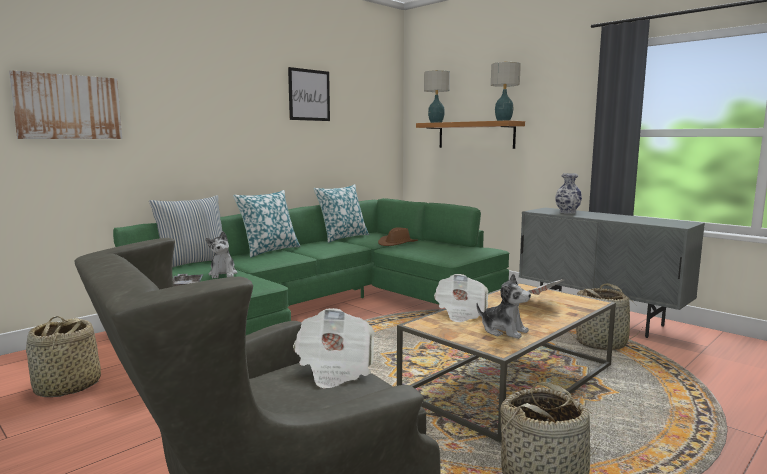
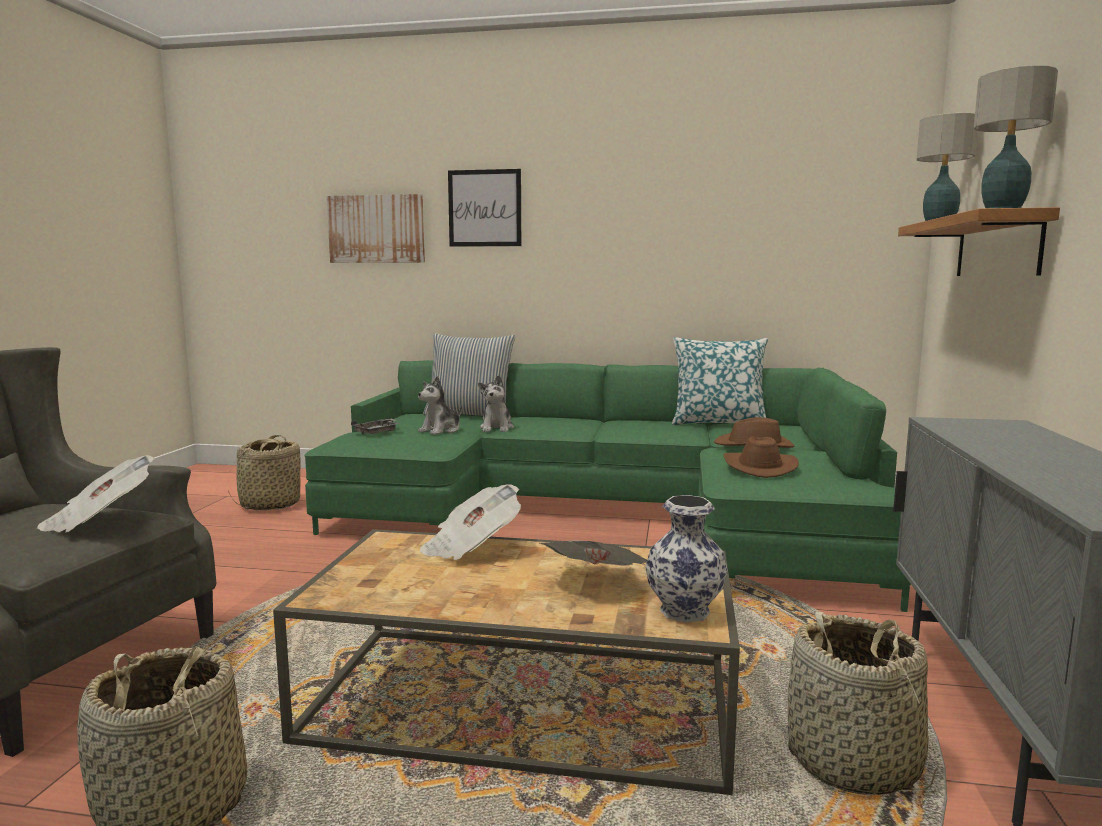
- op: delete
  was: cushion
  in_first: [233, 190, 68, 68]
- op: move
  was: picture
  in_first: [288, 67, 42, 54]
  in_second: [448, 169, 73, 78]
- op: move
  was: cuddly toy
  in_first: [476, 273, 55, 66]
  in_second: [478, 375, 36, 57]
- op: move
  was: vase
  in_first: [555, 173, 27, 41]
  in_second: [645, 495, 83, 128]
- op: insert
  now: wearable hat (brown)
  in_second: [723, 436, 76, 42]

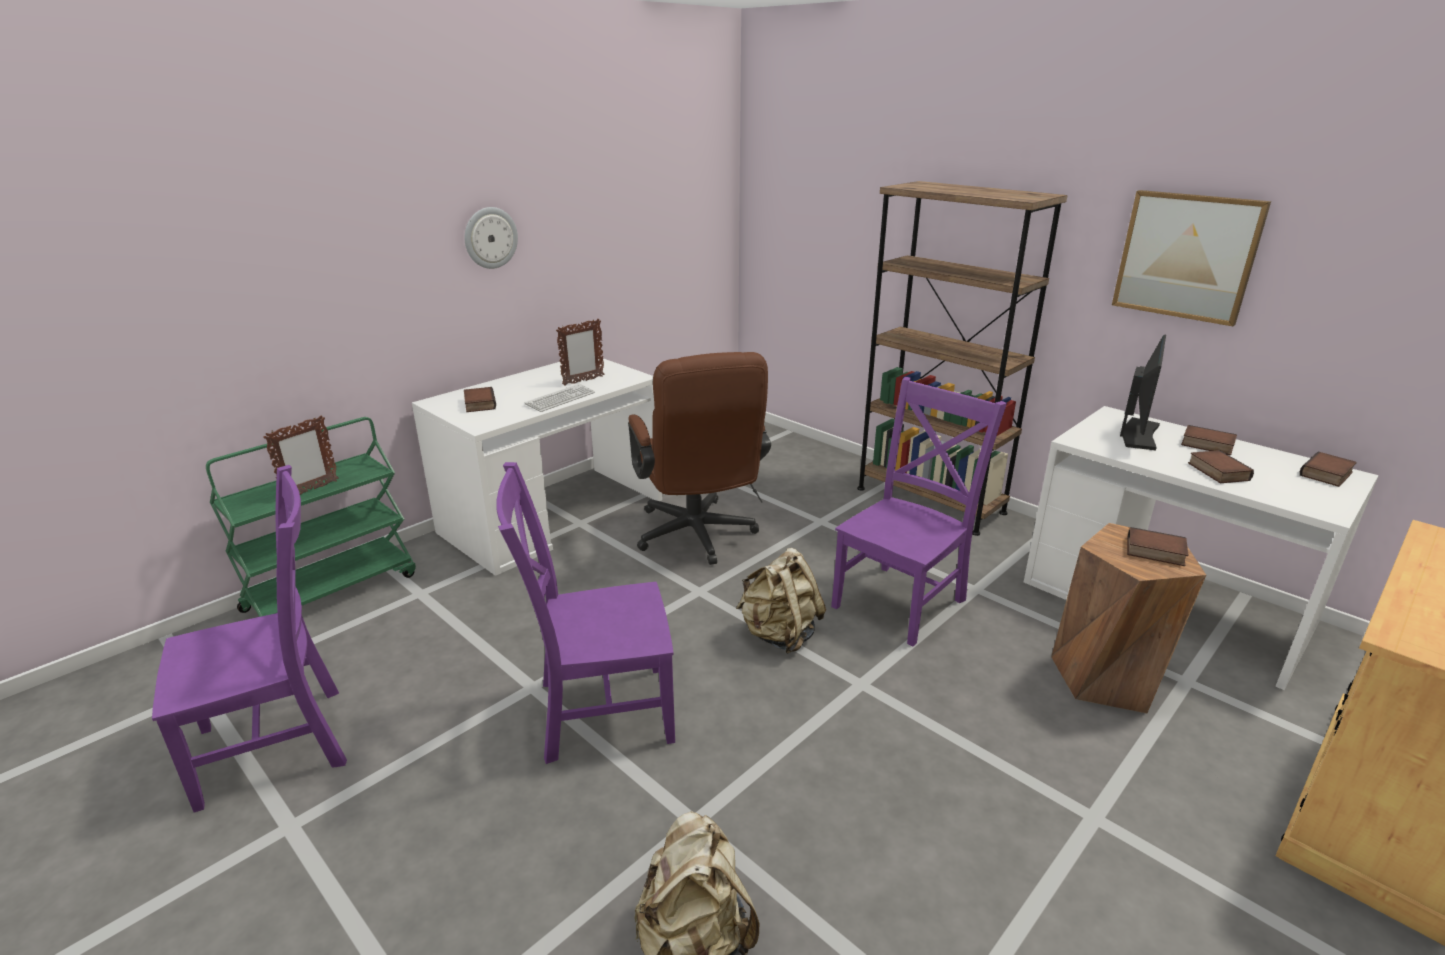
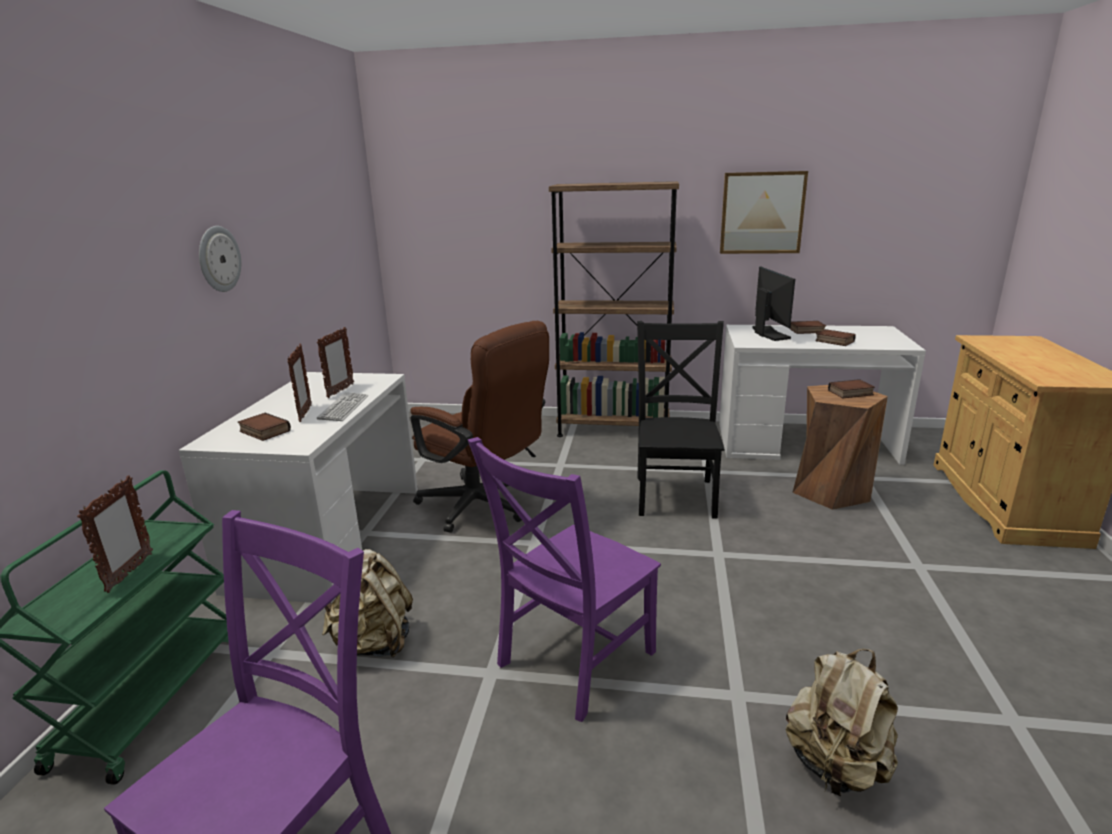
- op: move
  was: backpack (beige)
  in_first: [736, 548, 90, 106]
  in_second: [322, 549, 91, 109]
- op: recolor
  was: upright chair (purplish)
  now: upright chair (black)
  in_first: [831, 377, 176, 269]
  in_second: [637, 321, 87, 198]
- op: delete
  was: volume
  in_first: [1300, 452, 57, 35]
- op: insert
  now: photo frame
  in_second: [287, 343, 25, 79]

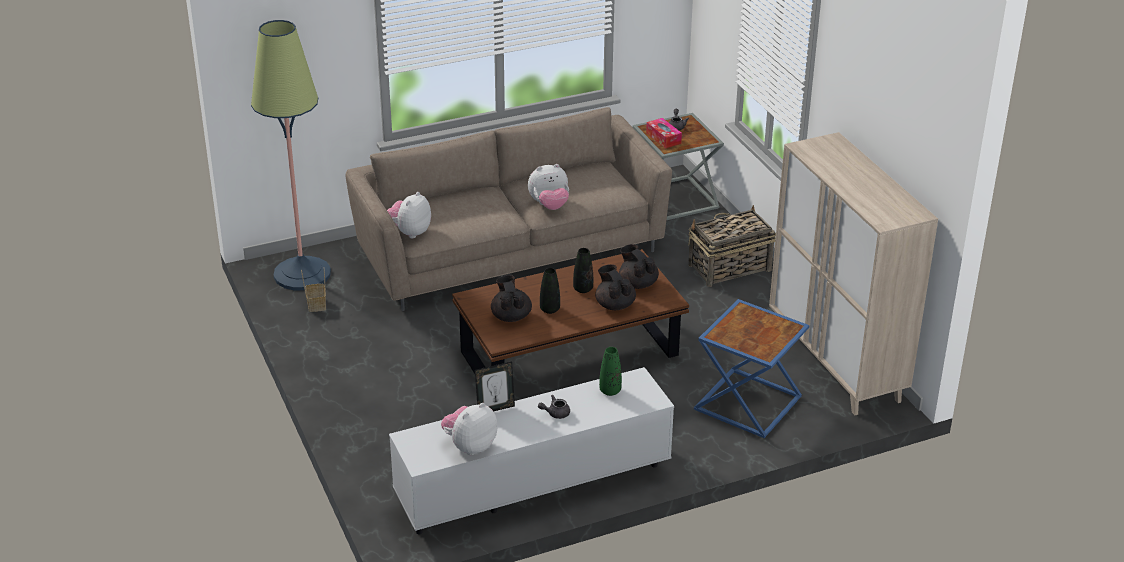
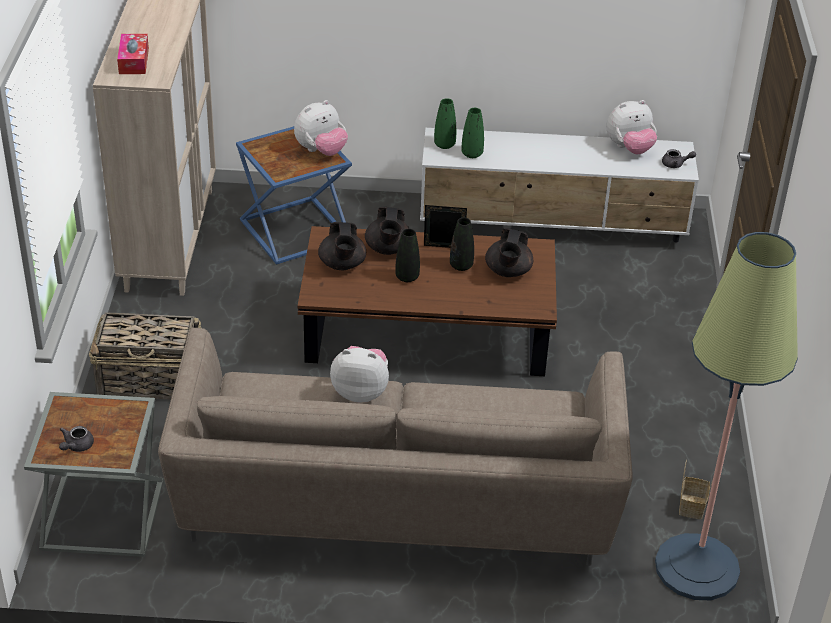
- op: move
  was: cuddly toy
  in_first: [387, 192, 44, 46]
  in_second: [294, 100, 54, 56]
- op: move
  was: photo frame
  in_first: [475, 361, 40, 50]
  in_second: [424, 205, 43, 43]
- op: move
  was: pot for tea (grey)
  in_first: [538, 395, 32, 24]
  in_second: [662, 149, 34, 19]
- op: move
  was: tissue holder
  in_first: [646, 118, 36, 30]
  in_second: [117, 34, 32, 40]
- op: insert
  now: vase (green)
  in_second: [434, 98, 22, 51]

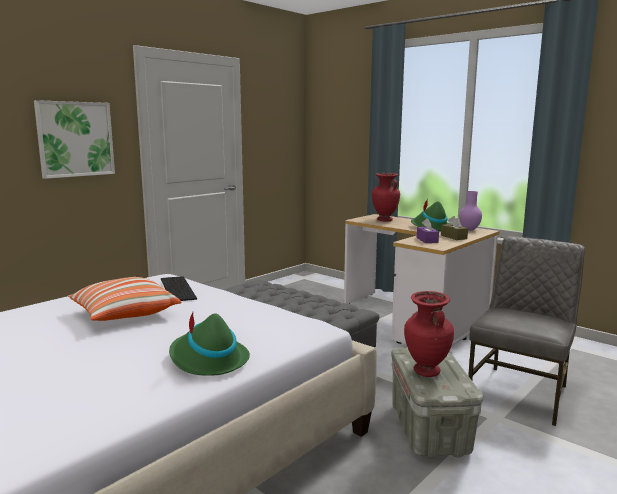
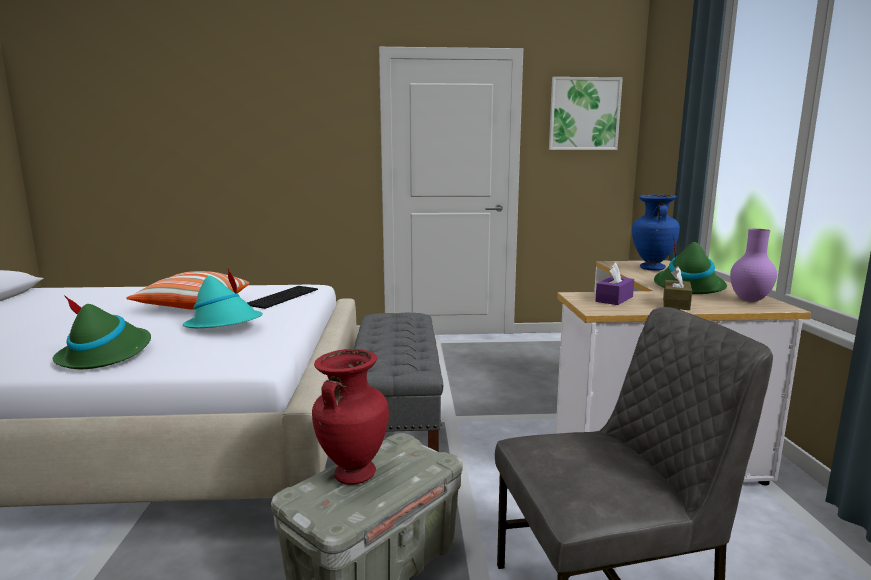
- op: move
  was: picture
  in_first: [34, 100, 81, 79]
  in_second: [549, 77, 74, 73]
- op: recolor
  was: vase (red-coloured)
  now: vase (blue)
  in_first: [372, 173, 28, 49]
  in_second: [632, 195, 48, 76]
- op: insert
  now: wearable hat (blue-green)
  in_second: [183, 267, 80, 61]

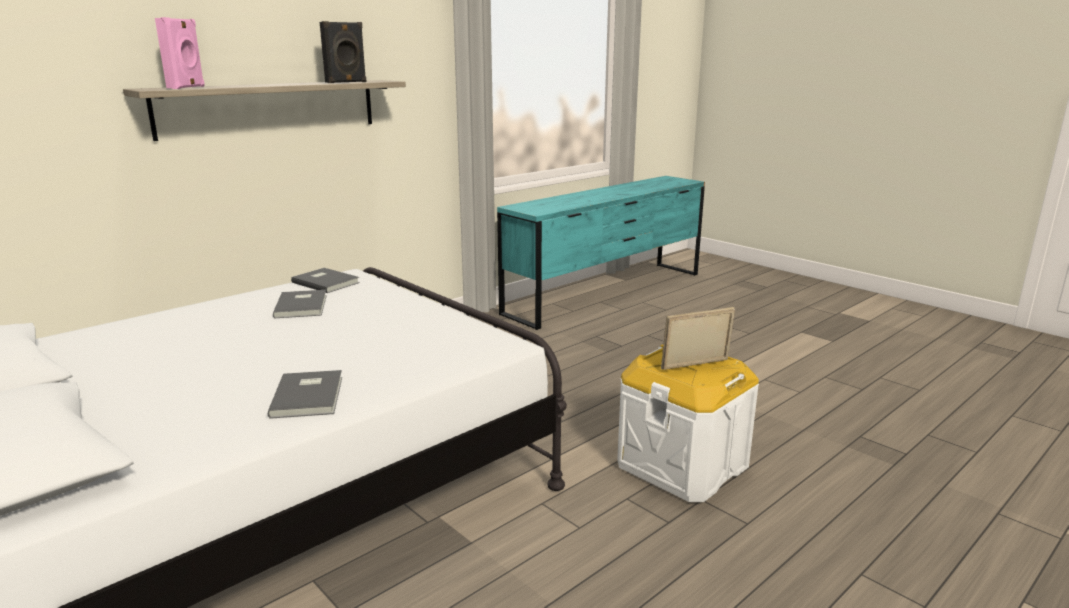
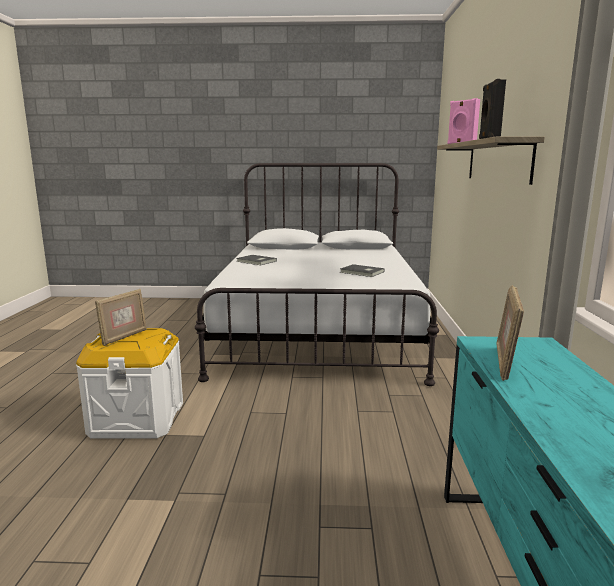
- op: delete
  was: volume (grey)
  in_first: [291, 268, 69, 25]
- op: insert
  now: photo frame
  in_second: [496, 285, 28, 96]

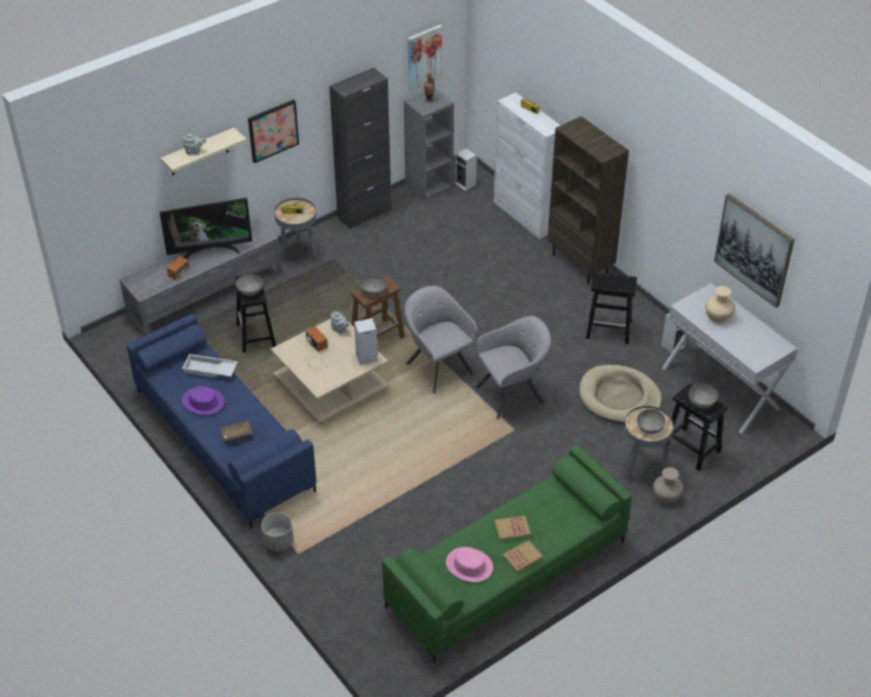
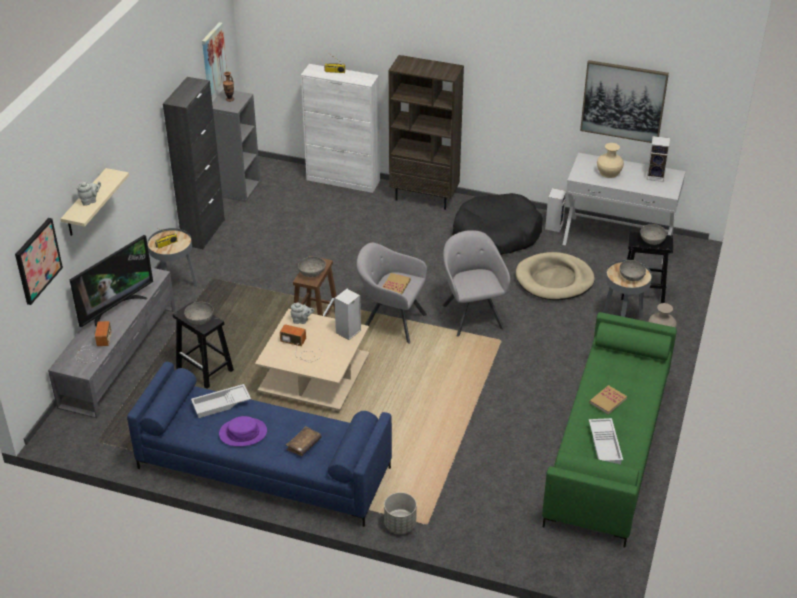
- op: move
  was: picture
  in_first: [248, 99, 51, 64]
  in_second: [15, 218, 48, 87]
- op: replace
  was: wearable hat (pinkish)
  now: serving tray (white-coloured)
  in_first: [446, 547, 47, 35]
  in_second: [589, 418, 34, 46]
- op: move
  was: audio speaker
  in_first: [455, 148, 22, 43]
  in_second: [647, 136, 23, 46]
- op: rotate
  was: lounge chair (grey)
  in_first: [475, 316, 76, 103]
  in_second: [442, 230, 68, 107]
  clockwise: -45
- op: move
  was: volume
  in_first: [502, 540, 41, 33]
  in_second: [382, 273, 29, 21]
- op: replace
  was: stool seat (black)
  now: pet bed (black)
  in_first: [586, 272, 51, 72]
  in_second: [452, 193, 91, 62]

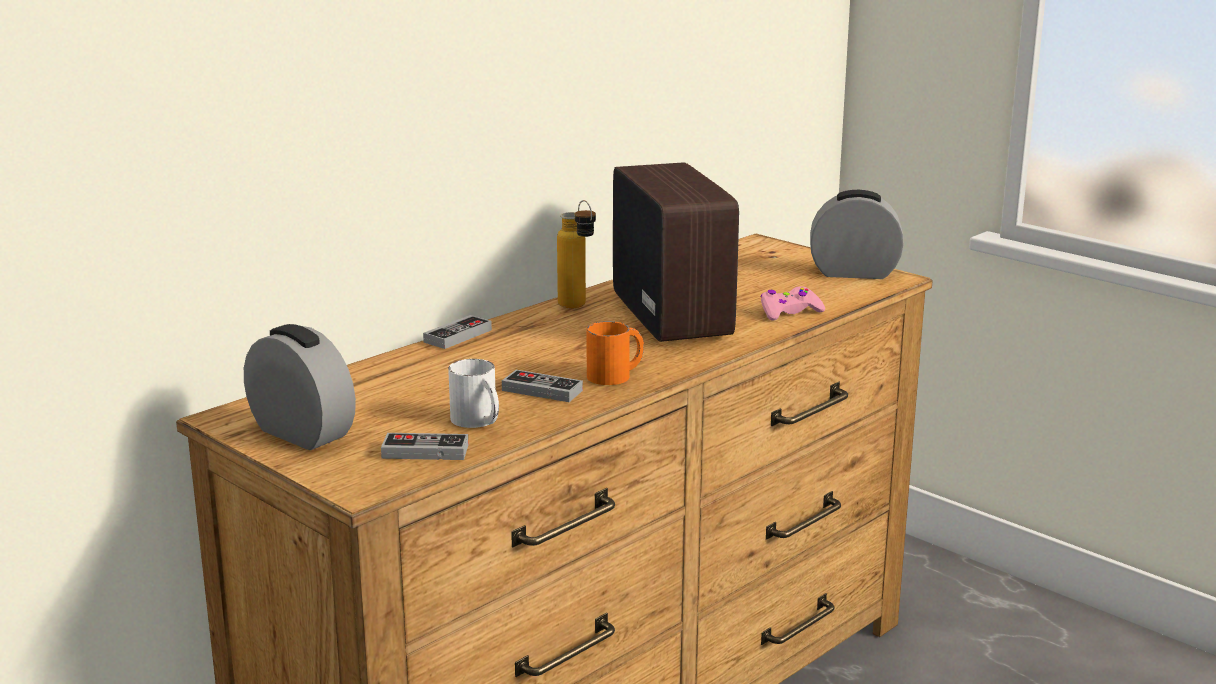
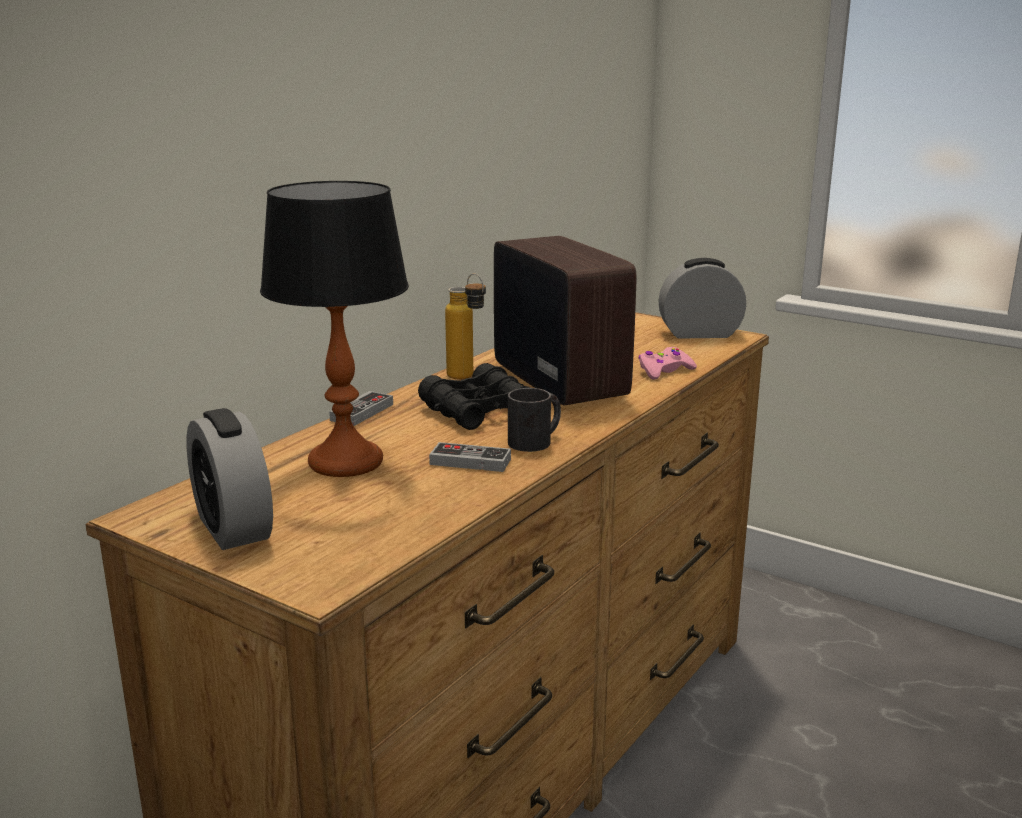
- op: rotate
  was: alarm clock
  in_first: [244, 324, 112, 126]
  in_second: [187, 408, 86, 142]
  clockwise: -150
- op: delete
  was: joypad
  in_first: [381, 433, 87, 27]
- op: delete
  was: tea mug (white-coloured)
  in_first: [448, 359, 51, 69]
- op: recolor
  was: tea mug (orange-coloured)
  now: tea mug (black)
  in_first: [586, 321, 58, 64]
  in_second: [508, 388, 53, 64]
- op: insert
  now: tabletop lamp
  in_second: [260, 181, 149, 296]
- op: insert
  now: binoculars (black)
  in_second: [418, 363, 112, 67]

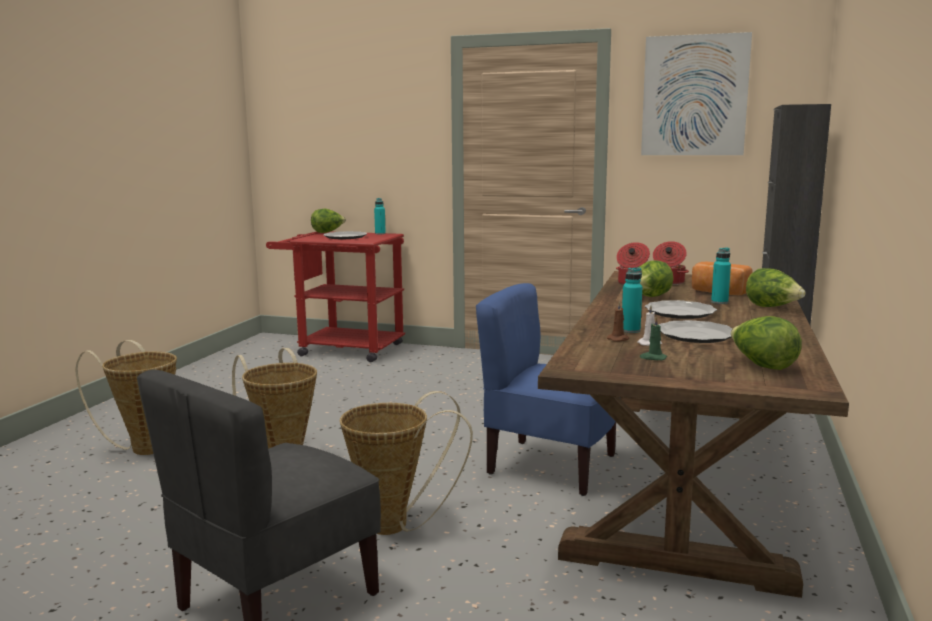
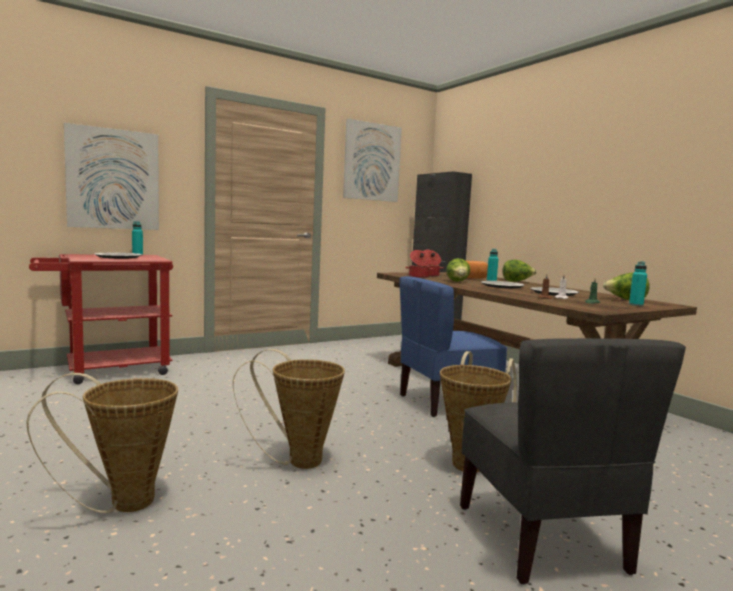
- op: delete
  was: head of lettuce
  in_first: [311, 209, 35, 24]
- op: move
  was: drink bottle (blue-green)
  in_first: [622, 268, 20, 65]
  in_second: [629, 261, 18, 45]
- op: insert
  now: picture
  in_second: [64, 123, 95, 107]

